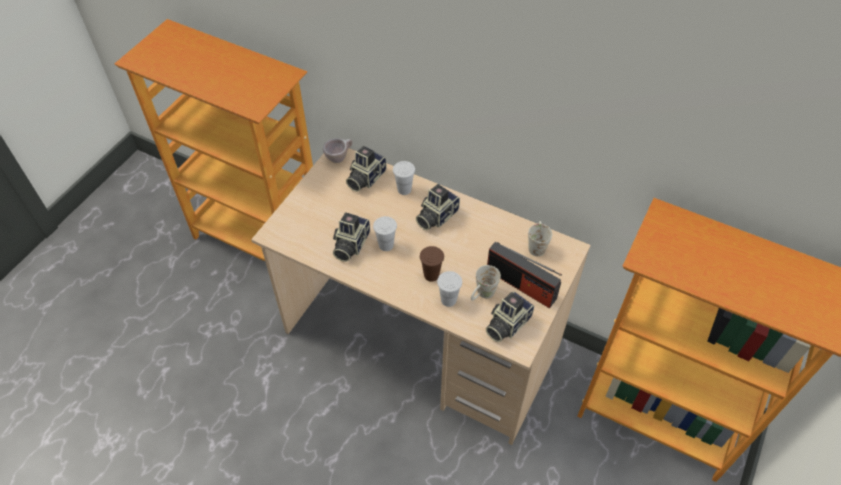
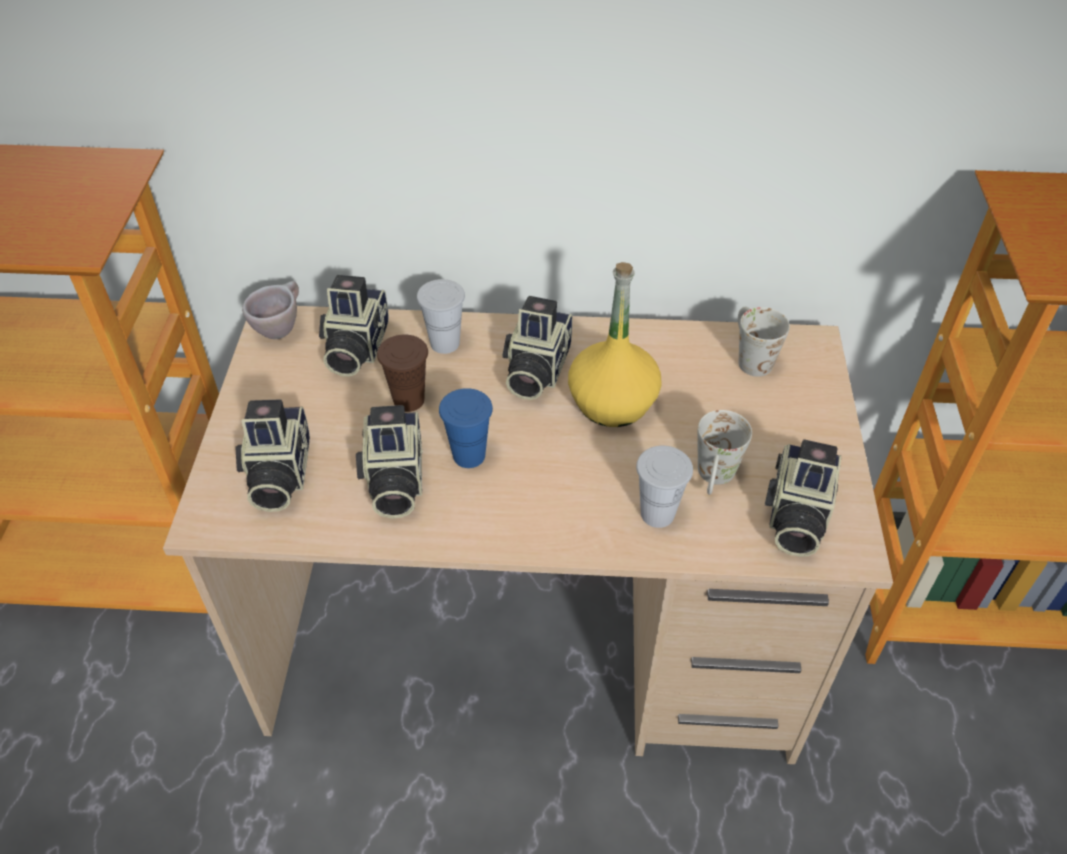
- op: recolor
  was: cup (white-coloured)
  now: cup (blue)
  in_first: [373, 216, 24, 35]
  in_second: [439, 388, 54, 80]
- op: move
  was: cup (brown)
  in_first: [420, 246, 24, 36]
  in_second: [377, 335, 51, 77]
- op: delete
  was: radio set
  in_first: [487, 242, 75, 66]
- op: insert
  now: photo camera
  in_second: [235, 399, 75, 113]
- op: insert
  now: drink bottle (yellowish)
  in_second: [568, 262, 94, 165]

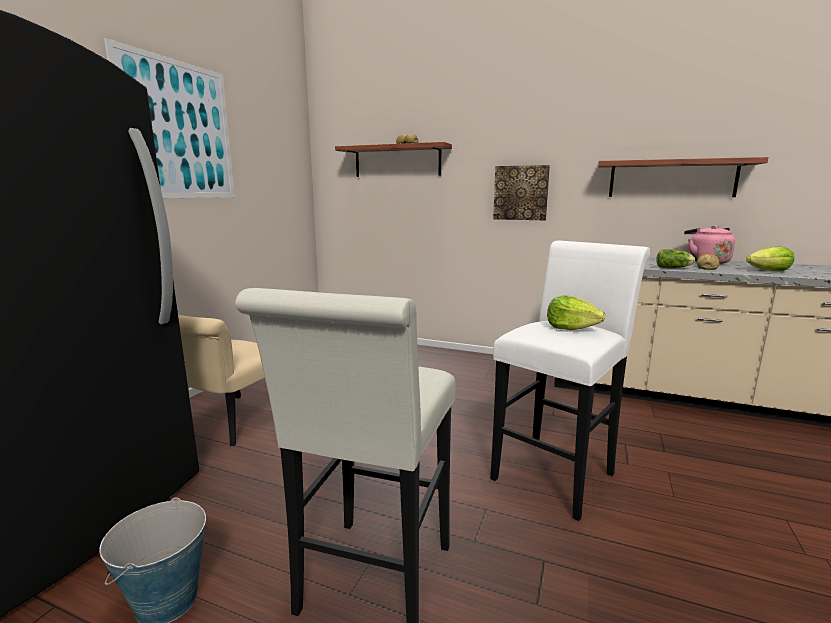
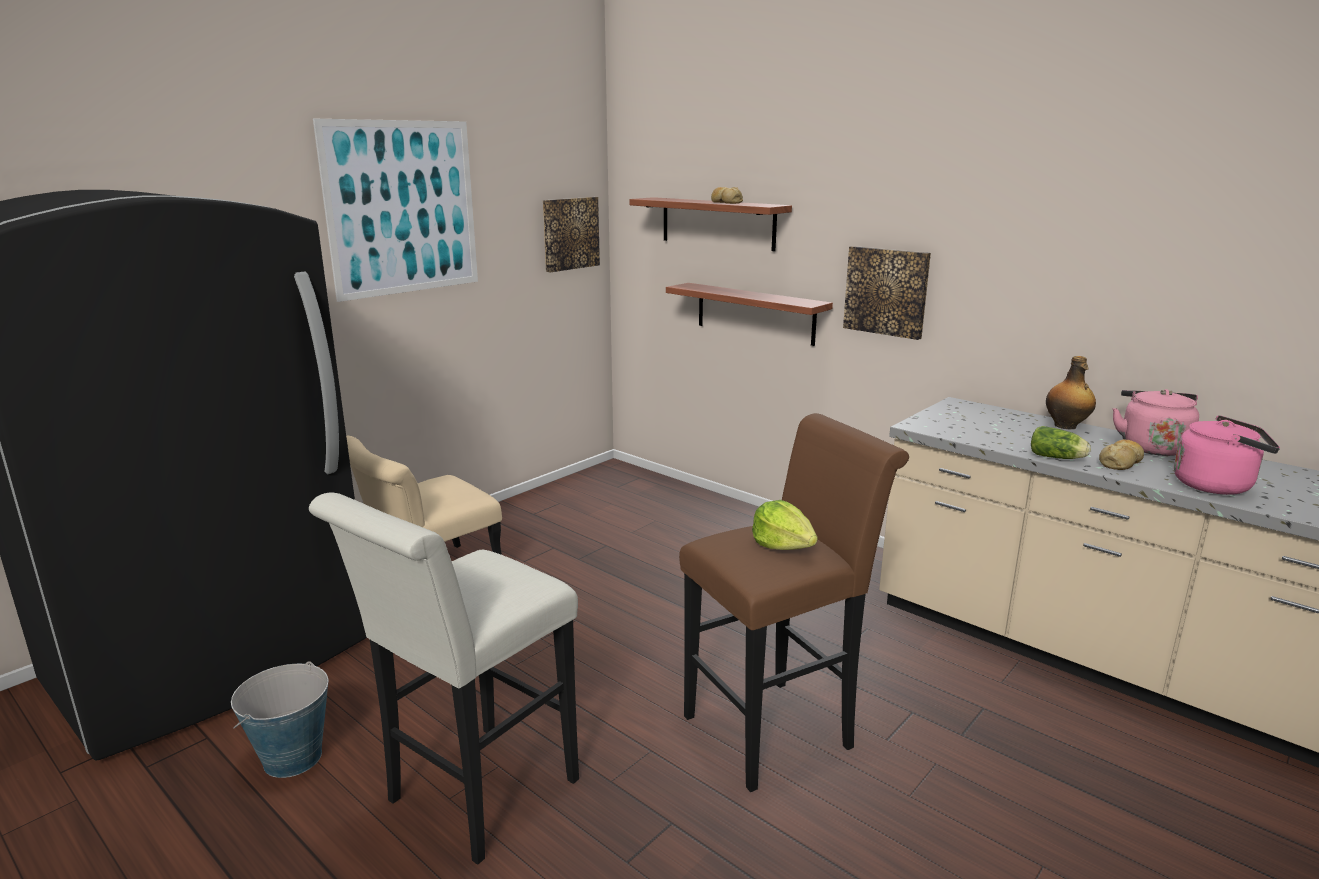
- op: recolor
  was: stool seat (white-coloured)
  now: stool seat (brown)
  in_first: [490, 241, 160, 280]
  in_second: [679, 413, 230, 379]
- op: move
  was: bracket shelf
  in_first: [598, 157, 170, 40]
  in_second: [666, 283, 167, 63]
- op: replace
  was: head of lettuce
  now: tea kettle (pinkish)
  in_first: [746, 247, 48, 24]
  in_second: [1174, 415, 106, 80]
- op: insert
  now: picture
  in_second: [543, 197, 57, 75]
- op: insert
  now: drink bottle
  in_second: [1046, 356, 50, 73]

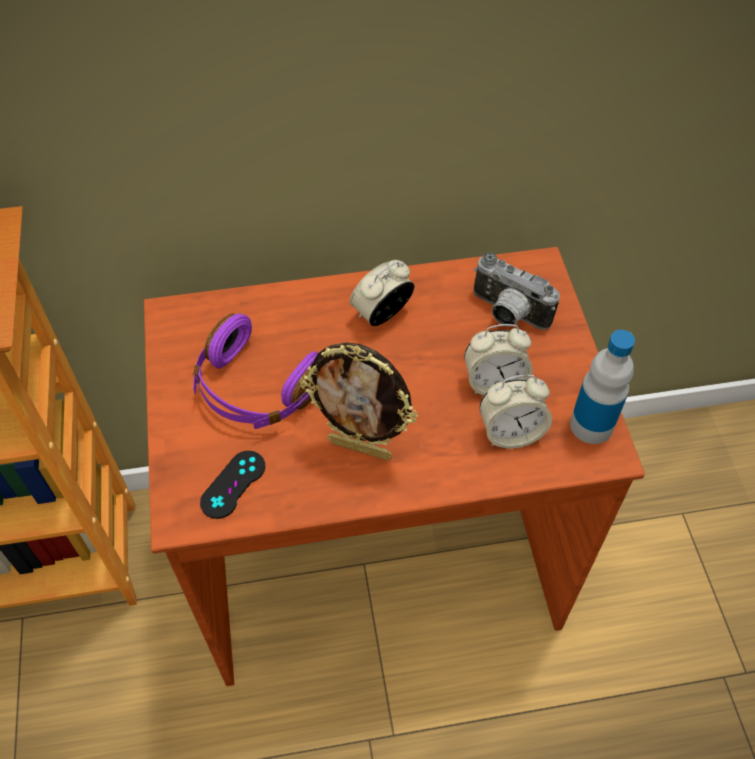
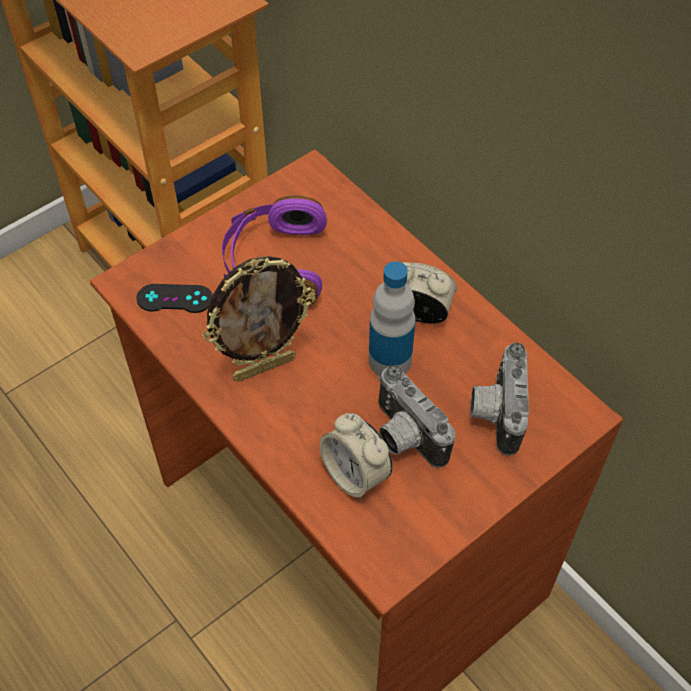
- op: rotate
  was: photo frame
  in_first: [300, 342, 118, 118]
  in_second: [202, 256, 113, 126]
  clockwise: -105
- op: replace
  was: alarm clock
  now: photo camera
  in_first: [464, 324, 69, 72]
  in_second: [378, 365, 77, 103]
- op: move
  was: drink bottle
  in_first: [570, 330, 65, 114]
  in_second: [369, 261, 47, 116]

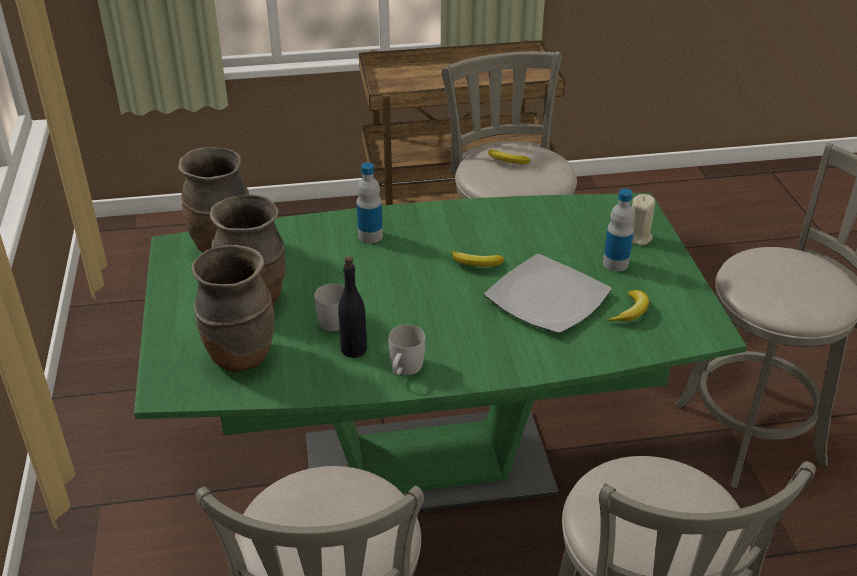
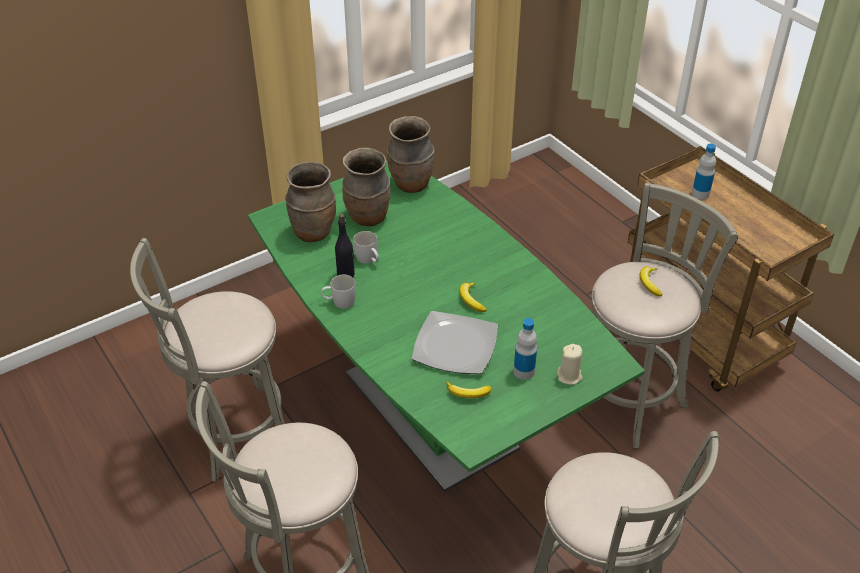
- op: move
  was: drink bottle
  in_first: [356, 162, 27, 81]
  in_second: [692, 143, 24, 56]

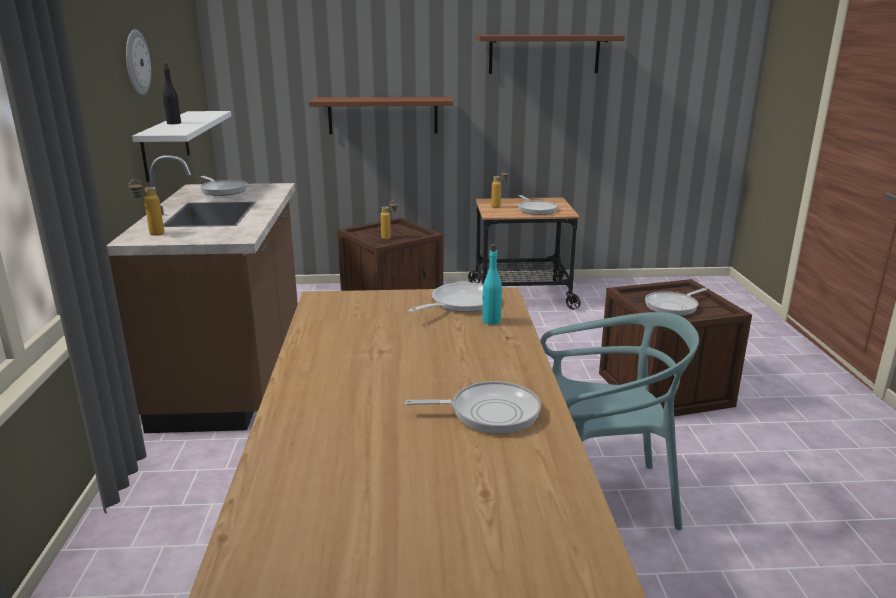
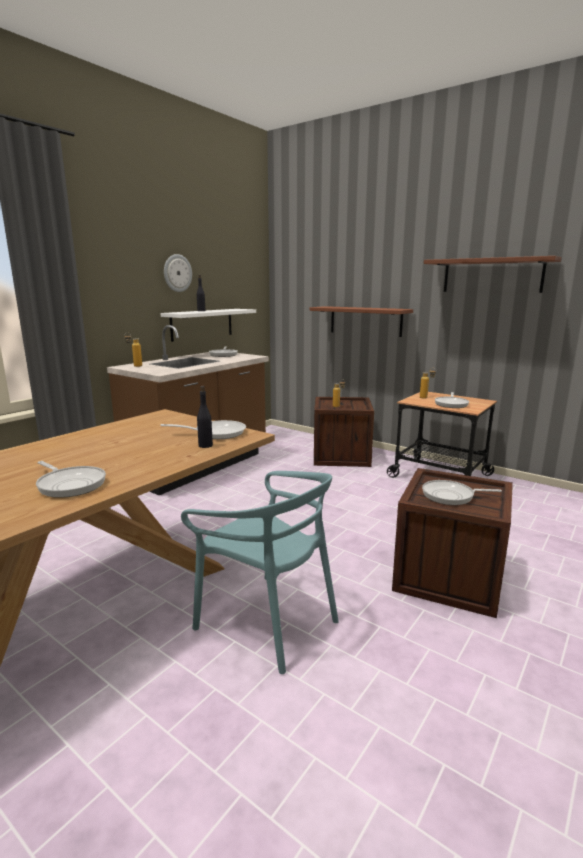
- op: recolor
  was: drink bottle (blue-green)
  now: drink bottle (black)
  in_first: [482, 244, 20, 81]
  in_second: [197, 386, 16, 62]

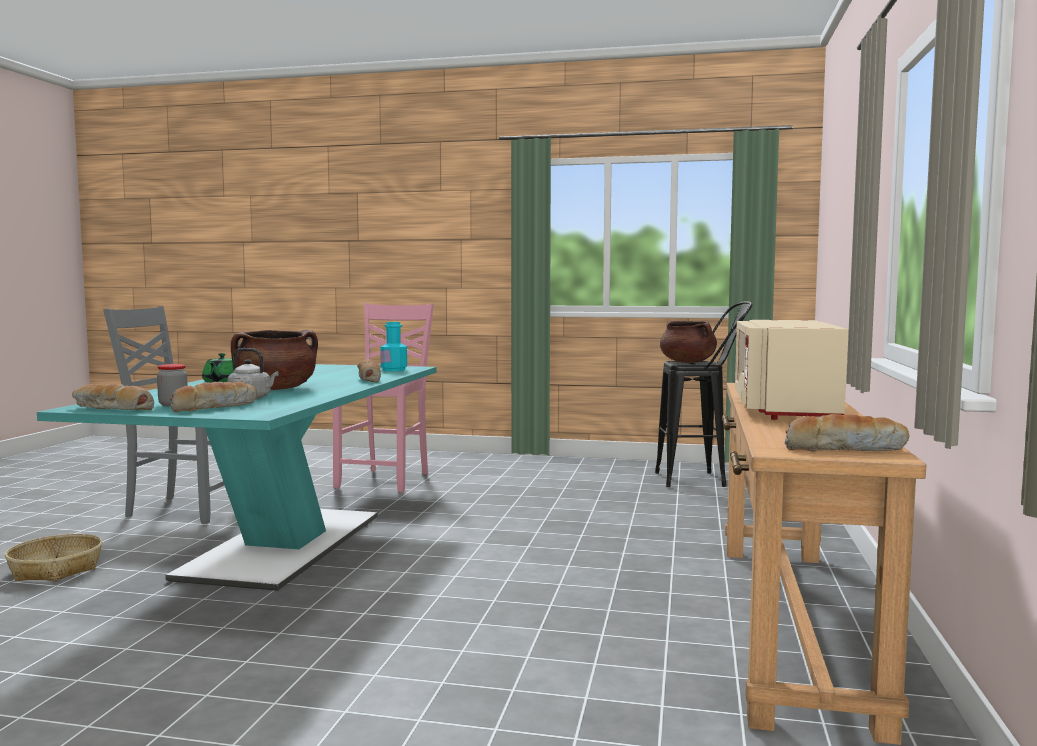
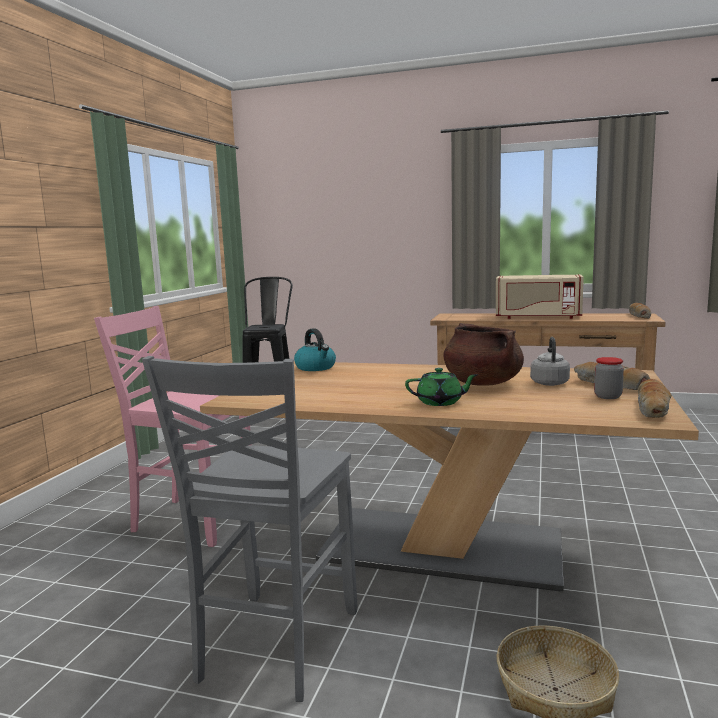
- op: recolor
  was: dinner table (blue-green)
  now: dinner table (beige)
  in_first: [37, 364, 400, 227]
  in_second: [200, 361, 499, 230]
- op: delete
  was: bread
  in_first: [357, 359, 24, 23]
- op: replace
  was: drink bottle (blue-green)
  now: tea kettle
  in_first: [380, 322, 27, 49]
  in_second: [294, 328, 42, 43]
- op: delete
  was: saucepot (brown)
  in_first: [660, 321, 57, 42]

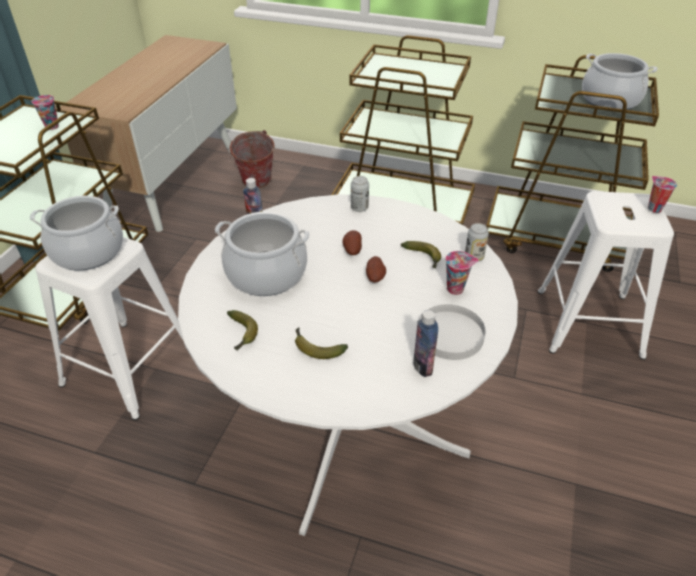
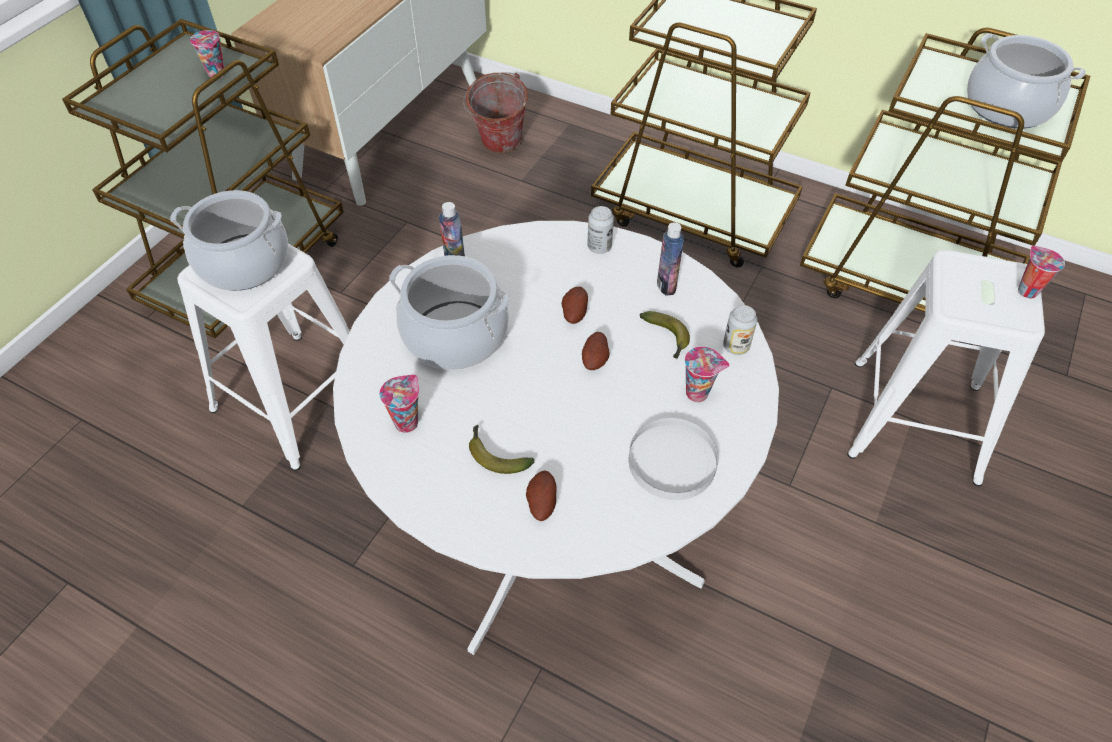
- op: replace
  was: banana fruit
  now: cup
  in_first: [227, 310, 31, 41]
  in_second: [379, 375, 40, 58]
- op: move
  was: drink bottle
  in_first: [413, 310, 25, 67]
  in_second: [657, 222, 27, 74]
- op: insert
  now: spud
  in_second: [526, 470, 31, 51]

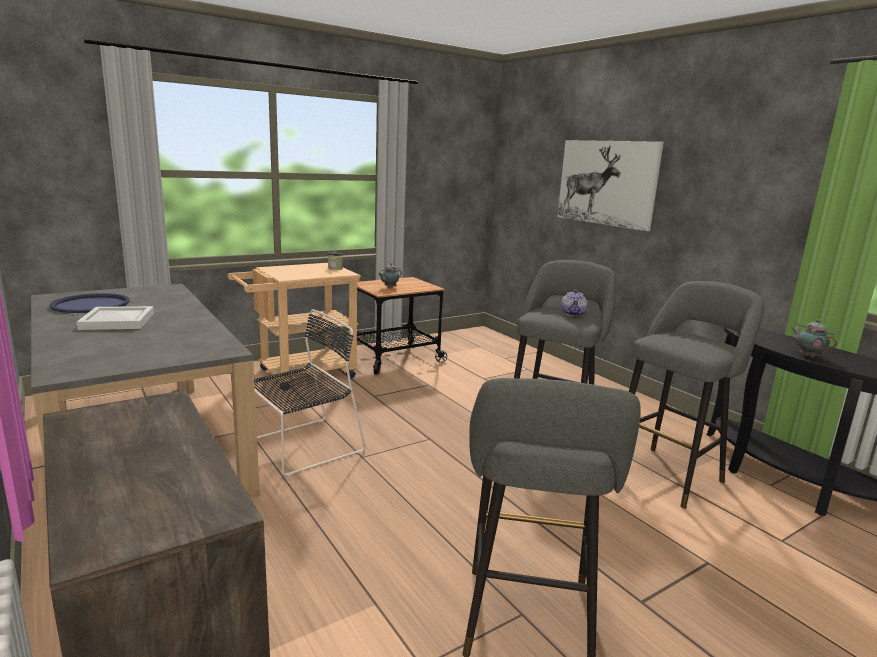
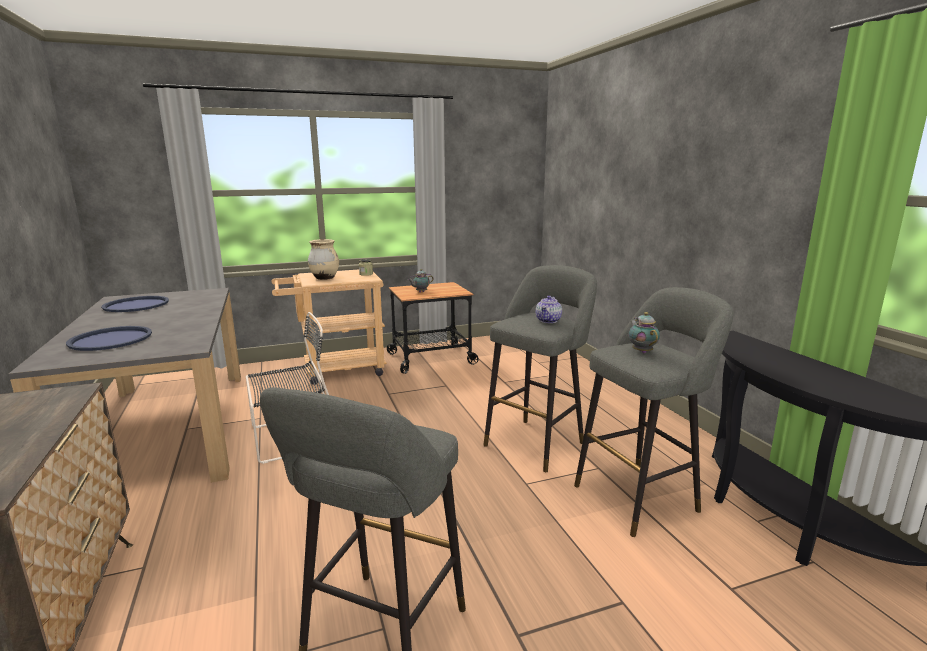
- op: delete
  was: serving tray (white-coloured)
  in_first: [77, 306, 77, 24]
- op: delete
  was: picture
  in_first: [557, 140, 107, 91]
- op: move
  was: pot for tea
  in_first: [792, 319, 45, 39]
  in_second: [629, 312, 31, 41]
- op: insert
  now: serving tray (blue)
  in_second: [66, 326, 86, 25]
- op: insert
  now: vase (beige)
  in_second: [308, 239, 31, 41]

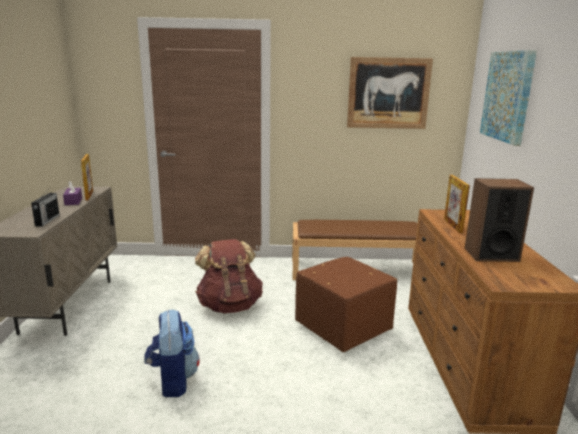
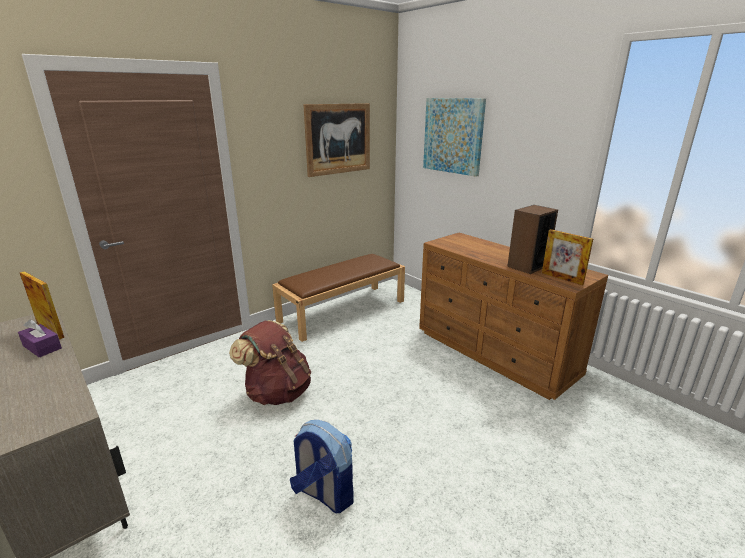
- op: delete
  was: radio set
  in_first: [31, 190, 29, 37]
- op: delete
  was: ottoman (brown)
  in_first: [295, 257, 102, 95]
- op: move
  was: photo frame
  in_first: [444, 175, 26, 58]
  in_second: [542, 229, 51, 56]

